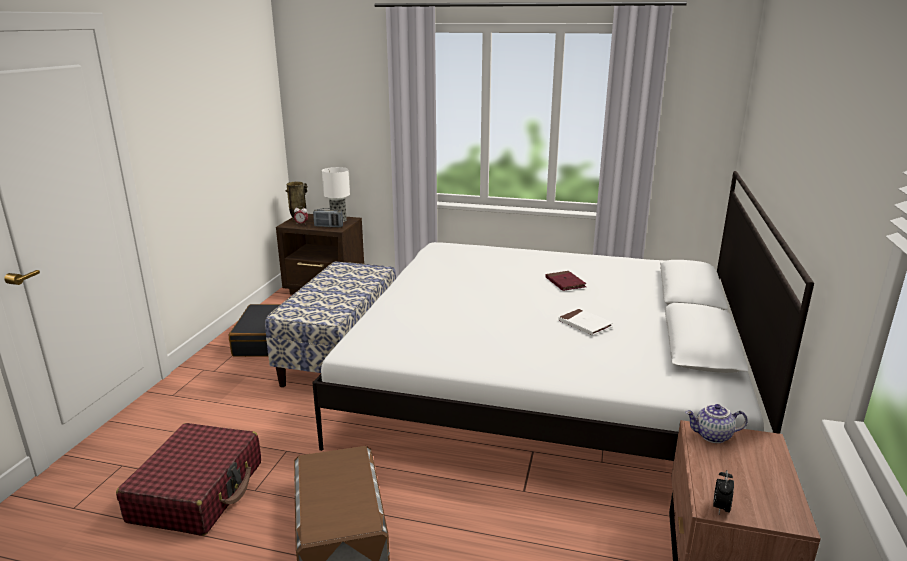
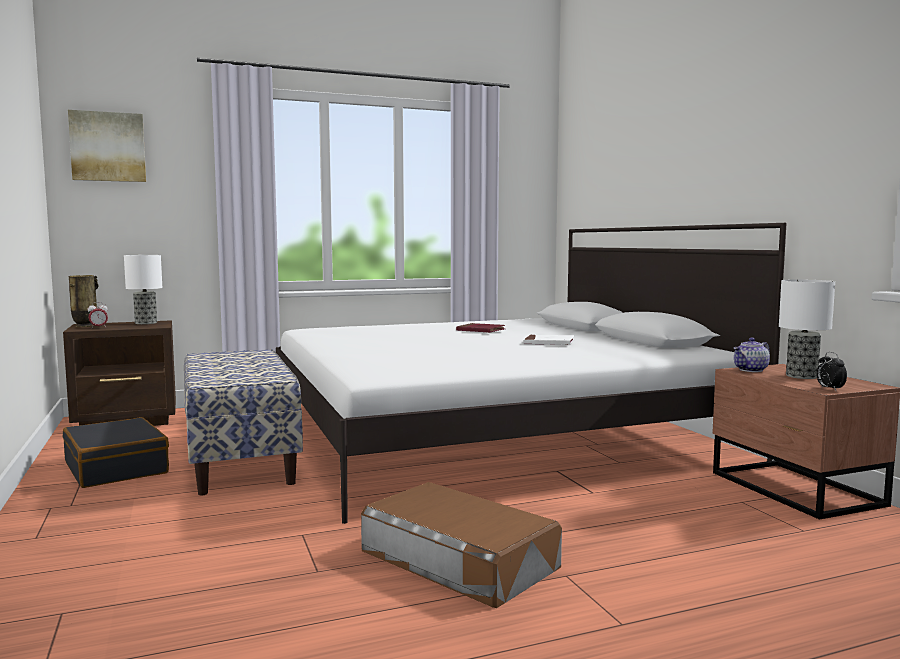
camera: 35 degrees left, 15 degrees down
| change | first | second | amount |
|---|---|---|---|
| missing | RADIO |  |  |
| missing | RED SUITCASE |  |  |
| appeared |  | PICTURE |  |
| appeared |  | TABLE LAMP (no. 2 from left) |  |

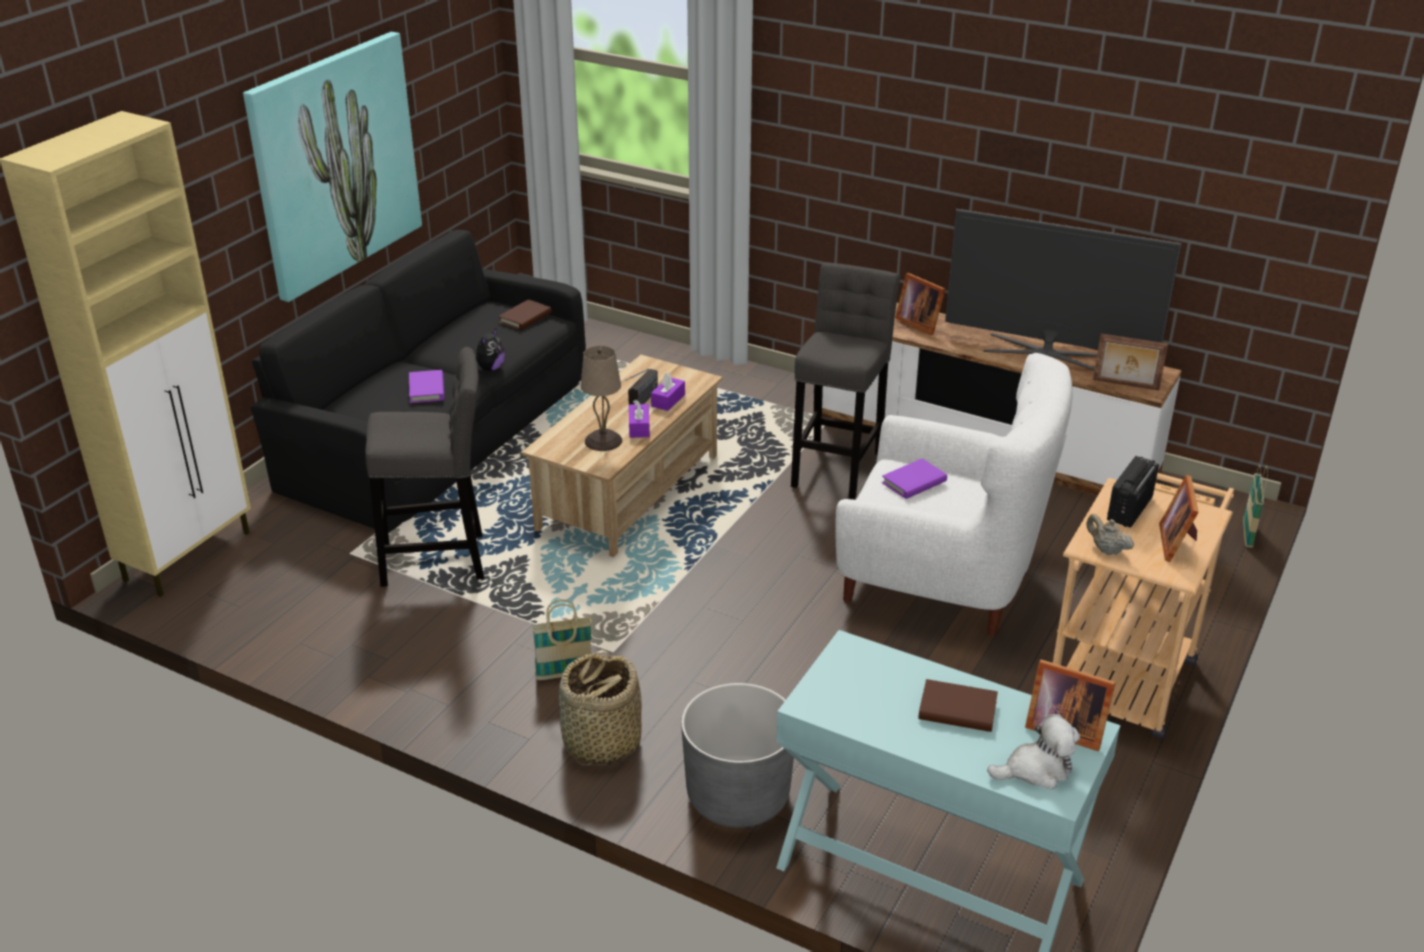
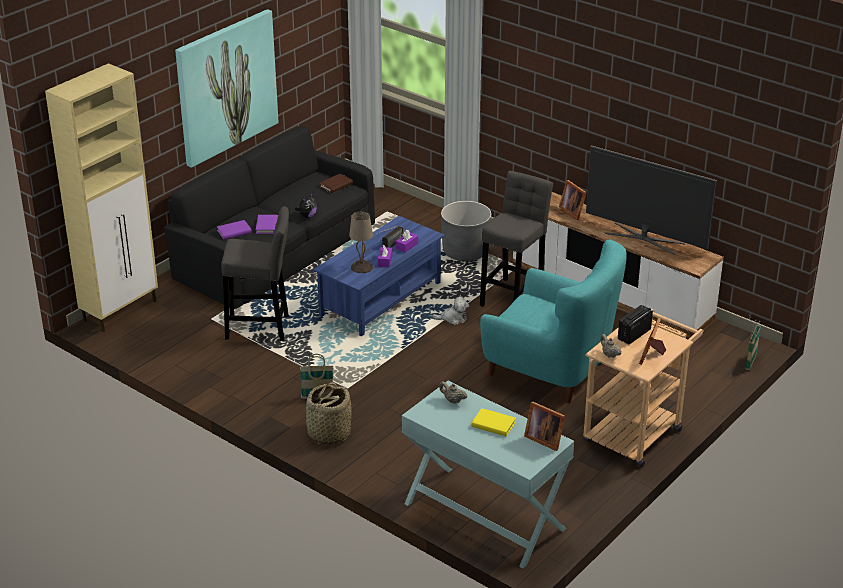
camera: 10 degrees right, 0 degrees up
| change | first | second | amount |
|---|---|---|---|
| missing | PICTURE FRAME (no. 3 from left) |  |  |
| colour | WHITE ARMCHAIR | TURQUOISE ARMCHAIR |  |
| colour | BEIGE COFFEE TABLE | BLUE COFFEE TABLE |  |
| relocated | PURPLE BOOK (no. 2 from left in the first image) | PURPLE BOOK (no. 1 from left) |  |
| colour | BROWN BOOK (no. 2 from left) | YELLOW BOOK |  |
| relocated | GREY PLANTER |  |  |
| relocated | PLUSH TOY (no. 2 from left) |  |  |
| appeared |  | BEIGE TEAPOT (no. 1 from left) |  |

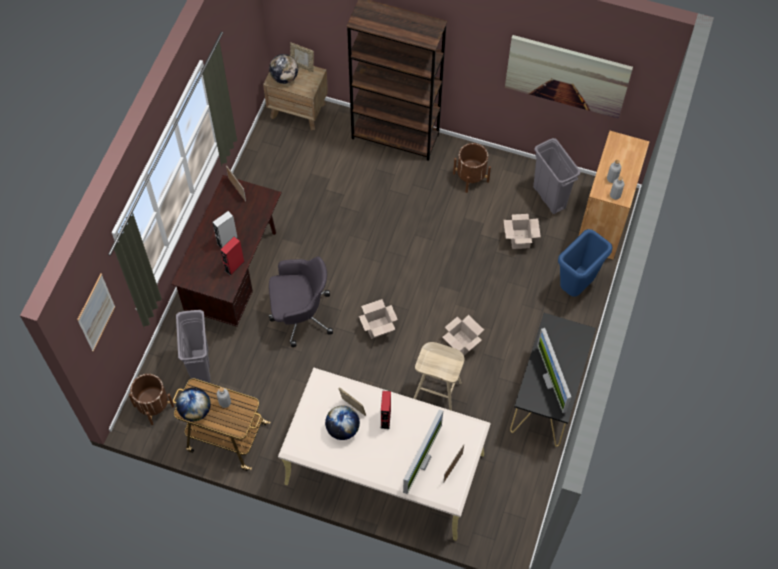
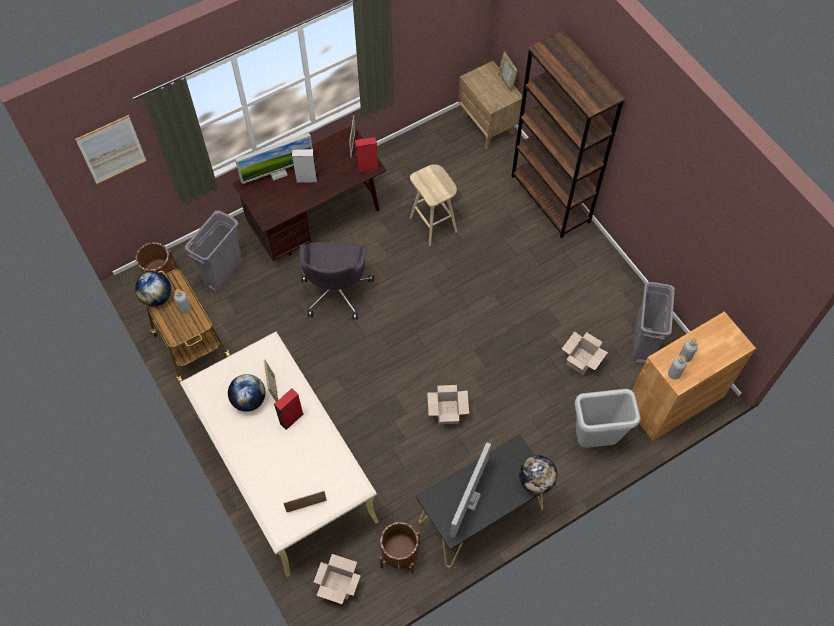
camera: 40 degrees right, 0 degrees up
| change | first | second | amount |
|---|---|---|---|
| missing | PICTURE (no. 2 from left) |  |  |
| relocated | GLOBE (no. 2 from left in the first image) | GLOBE (no. 3 from left) |  |
| relocated | BROWN PLANTER (no. 2 from left) |  |  |
| colour | BLUE TRASH CAN | GREY TRASH CAN (no. 2 from left) |  |
| relocated | RED SPEAKER (no. 1 from left in the first image) | RED SPEAKER (no. 2 from left) |  |
| spun | GREY OFFICE CHAIR |  | 60 degrees clockwise |
| relocated | CARDBOARD BOX (no. 1 from left) |  |  |
| relocated | BEIGE STOOL |  |  |
| relocated | MONITOR (no. 1 from left) |  |  |

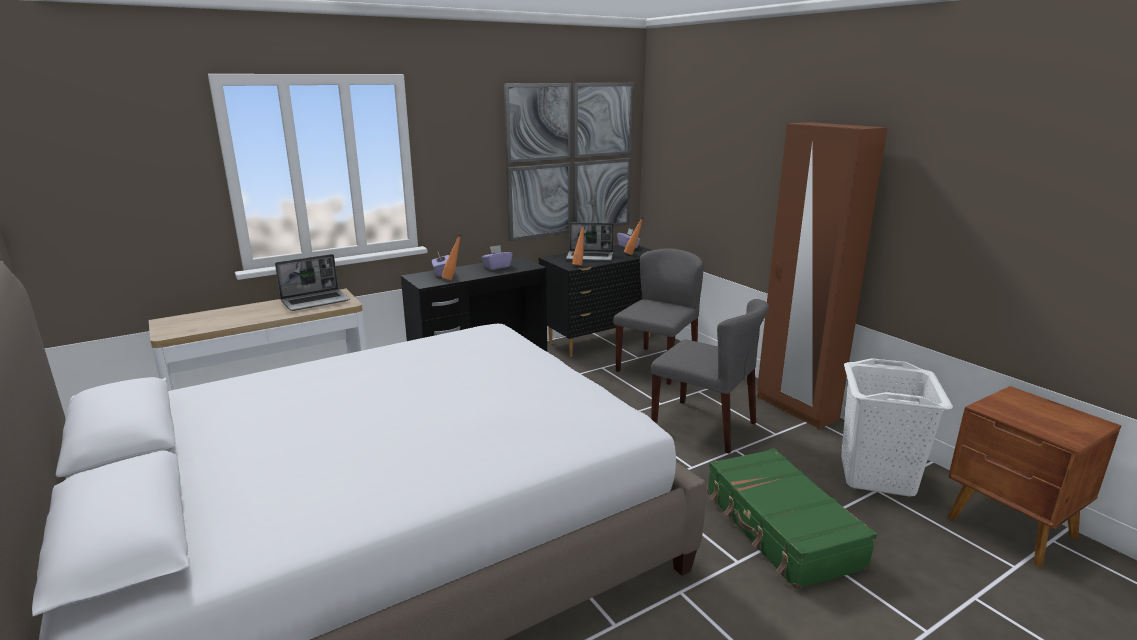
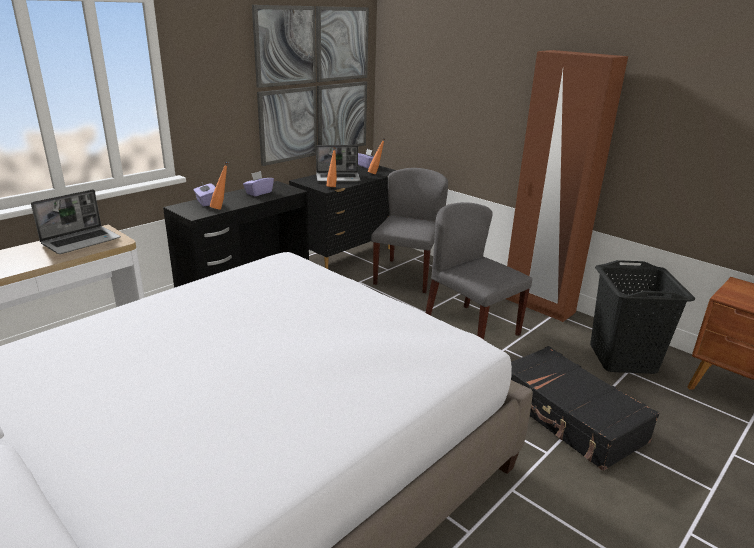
camera: 15 degrees left, 5 degrees up
| change | first | second | amount |
|---|---|---|---|
| spun | GREY CHAIR (no. 2 from left) |  | 150 degrees counterclockwise |
| colour | WHITE LAUNDRY BASKET | BLACK LAUNDRY BASKET |  |
| colour | GREEN SUITCASE | BLACK SUITCASE |  |

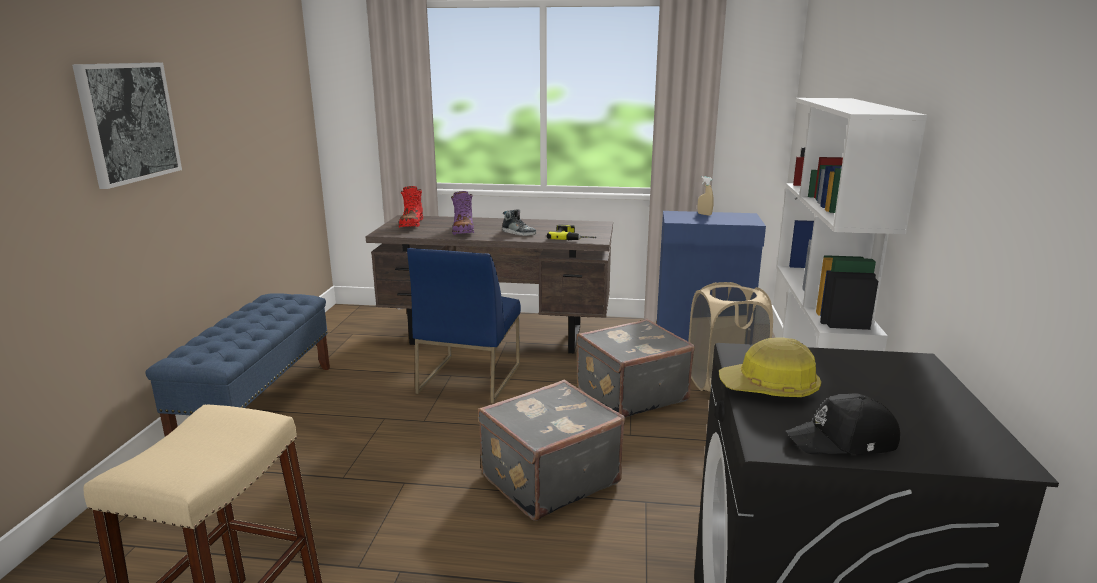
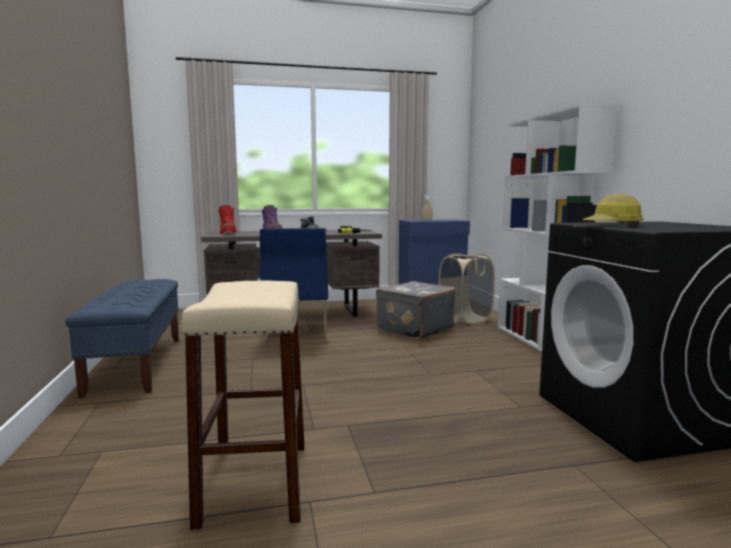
camera: 20 degrees left, 10 degrees down
| change | first | second | amount |
|---|---|---|---|
| missing | PICTURE |  |  |
| missing | GREY SUITCASE (no. 1 from left) |  |  |
| missing | BLACK CAP |  |  |

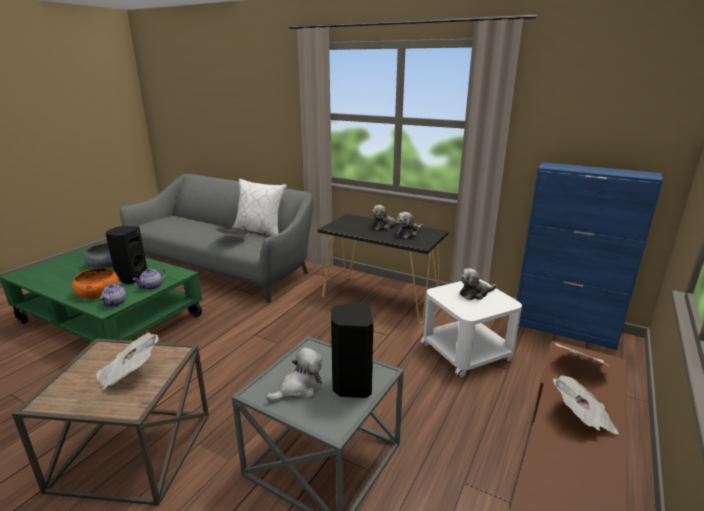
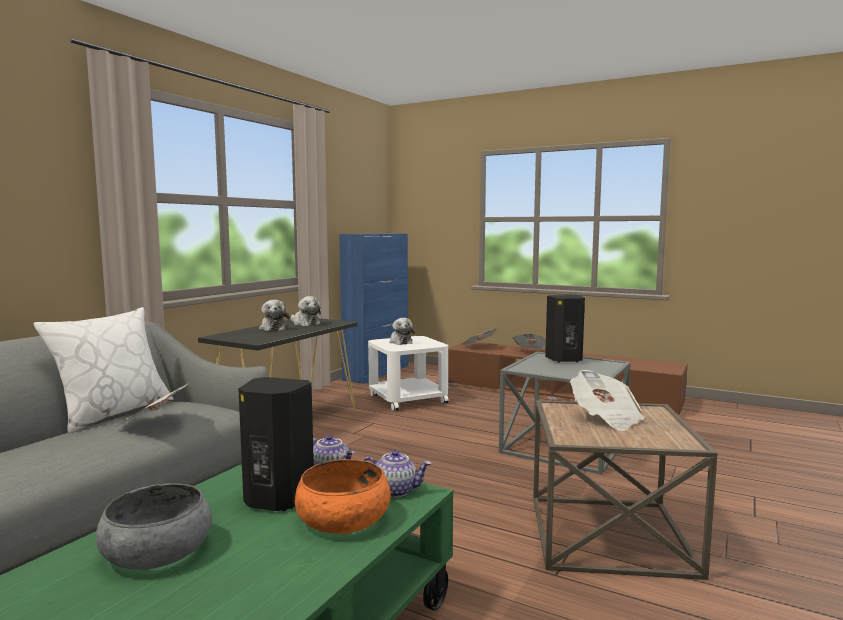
camera: 90 degrees left, 15 degrees down
| change | first | second | amount |
|---|---|---|---|
| missing | PLUSH TOY (no. 1 from left) |  |  |

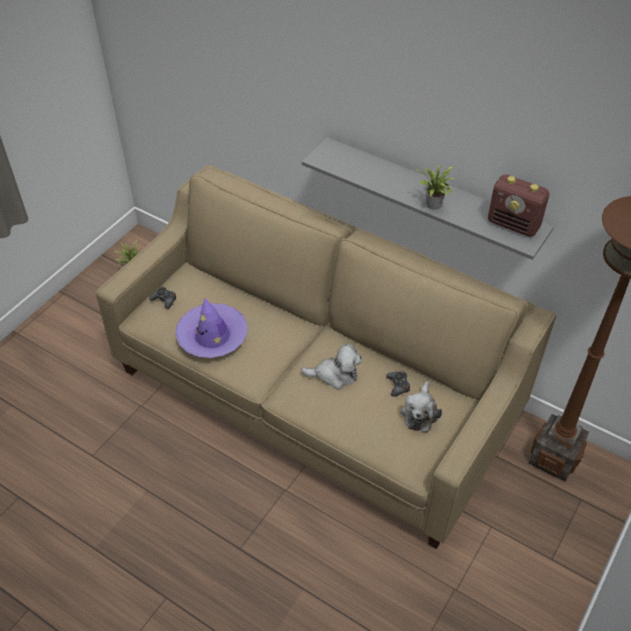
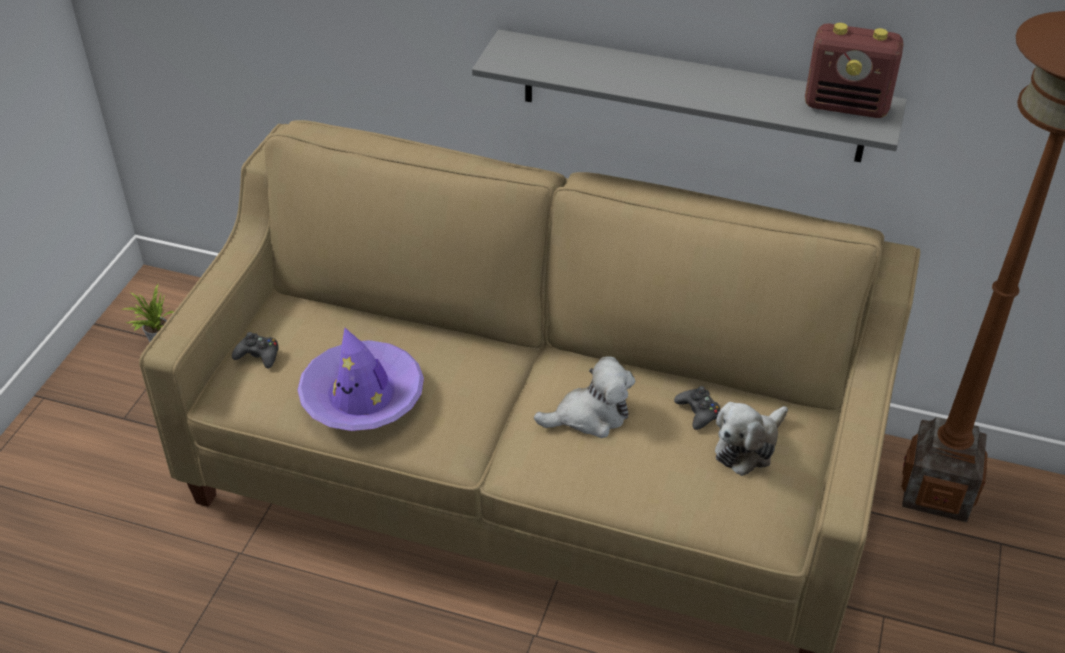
camera: 15 degrees left, 5 degrees down
| change | first | second | amount |
|---|---|---|---|
| missing | POTTED PLANT (no. 2 from left) |  |  |
| spun | PLUSH TOY (no. 2 from left) |  | 45 degrees clockwise |

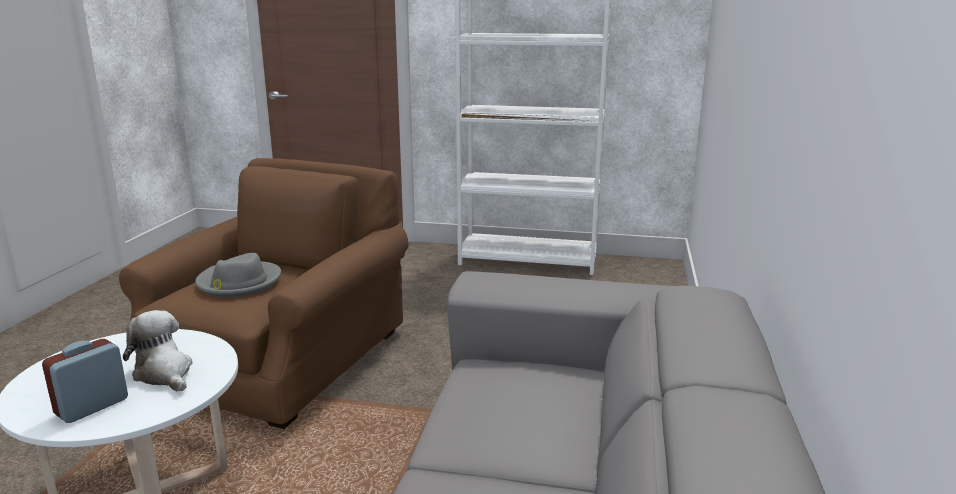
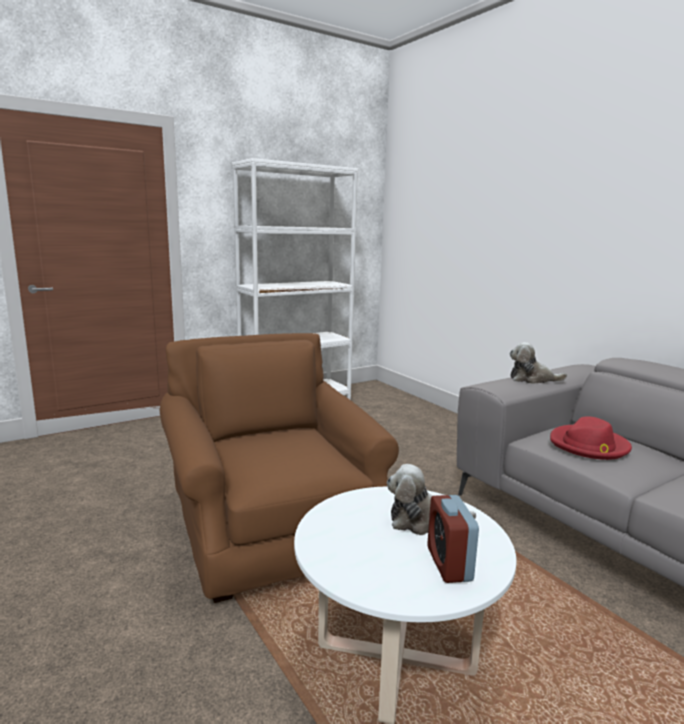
camera: 45 degrees left, 5 degrees down
| change | first | second | amount |
|---|---|---|---|
| missing | GREY HAT |  |  |
| appeared |  | PLUSH TOY (no. 2 from left) |  |
| appeared |  | RED HAT |  |

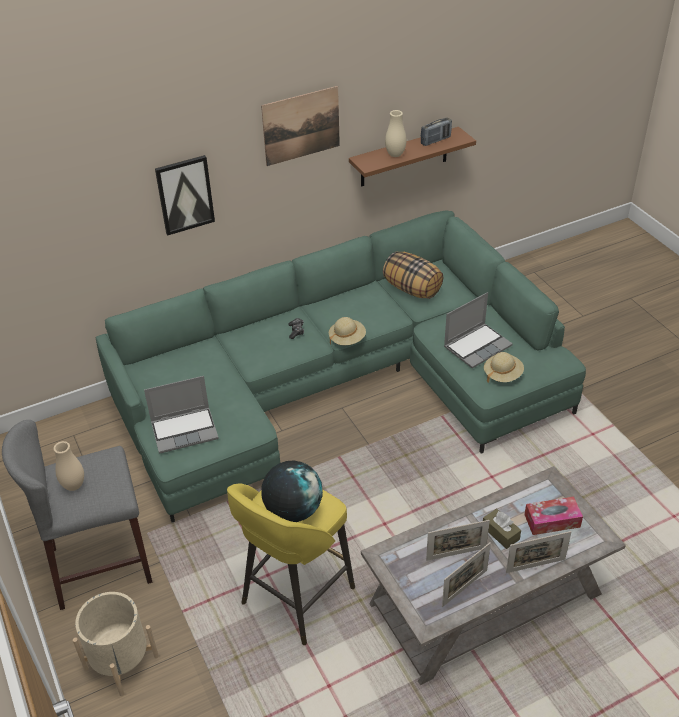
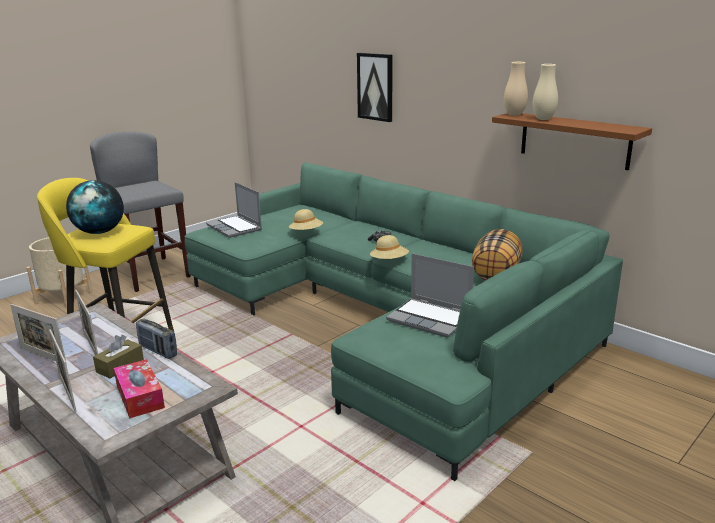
camera: 70 degrees right, 20 degrees down
| change | first | second | amount |
|---|---|---|---|
| missing | PICTURE (no. 2 from left) |  |  |
| relocated | RADIO |  |  |
| relocated | BEIGE HAT (no. 2 from left in the first image) | BEIGE HAT (no. 1 from left) |  |
| relocated | BEIGE VASE (no. 1 from left) |  |  |

